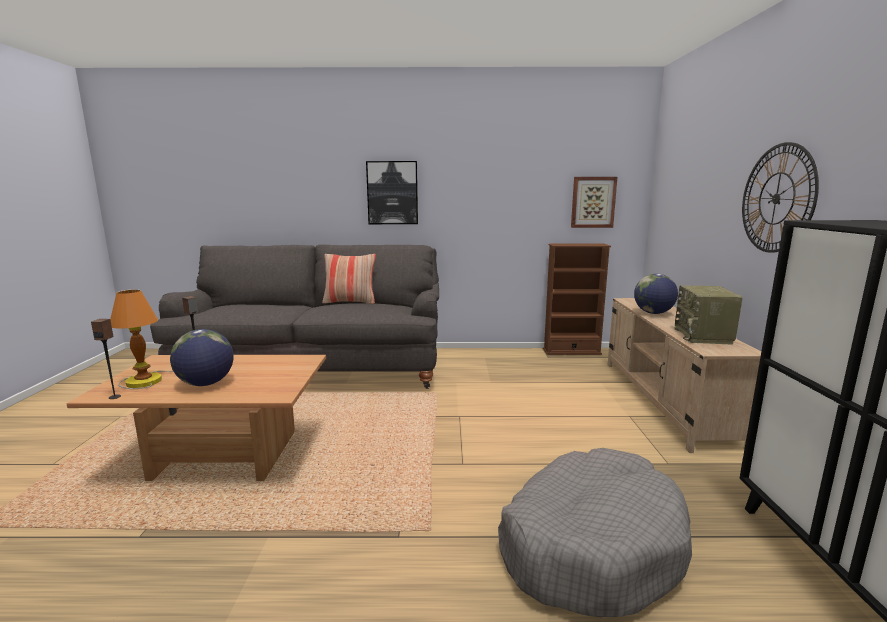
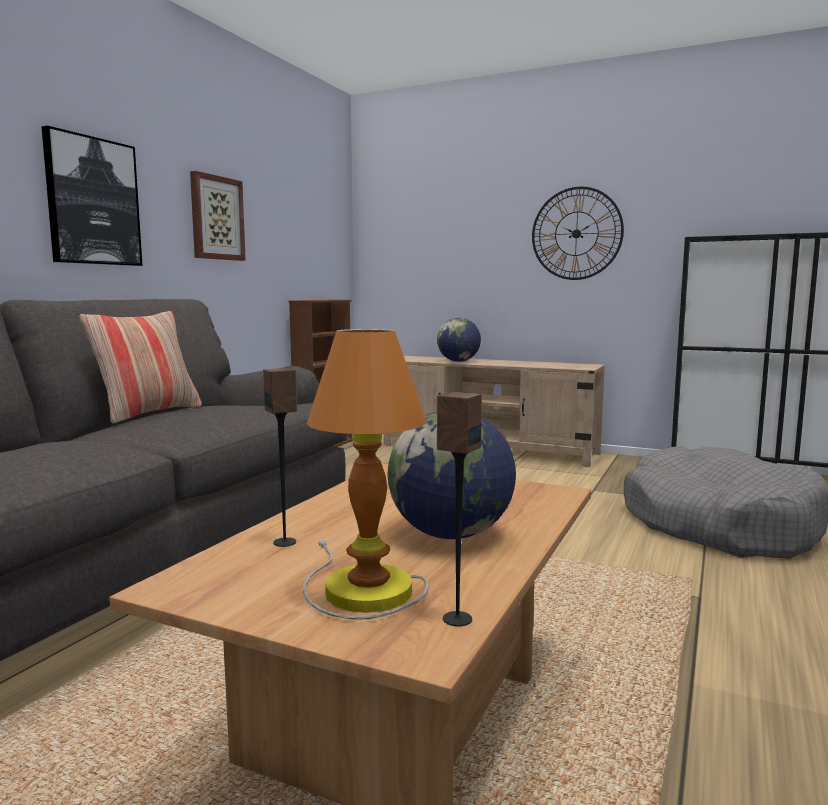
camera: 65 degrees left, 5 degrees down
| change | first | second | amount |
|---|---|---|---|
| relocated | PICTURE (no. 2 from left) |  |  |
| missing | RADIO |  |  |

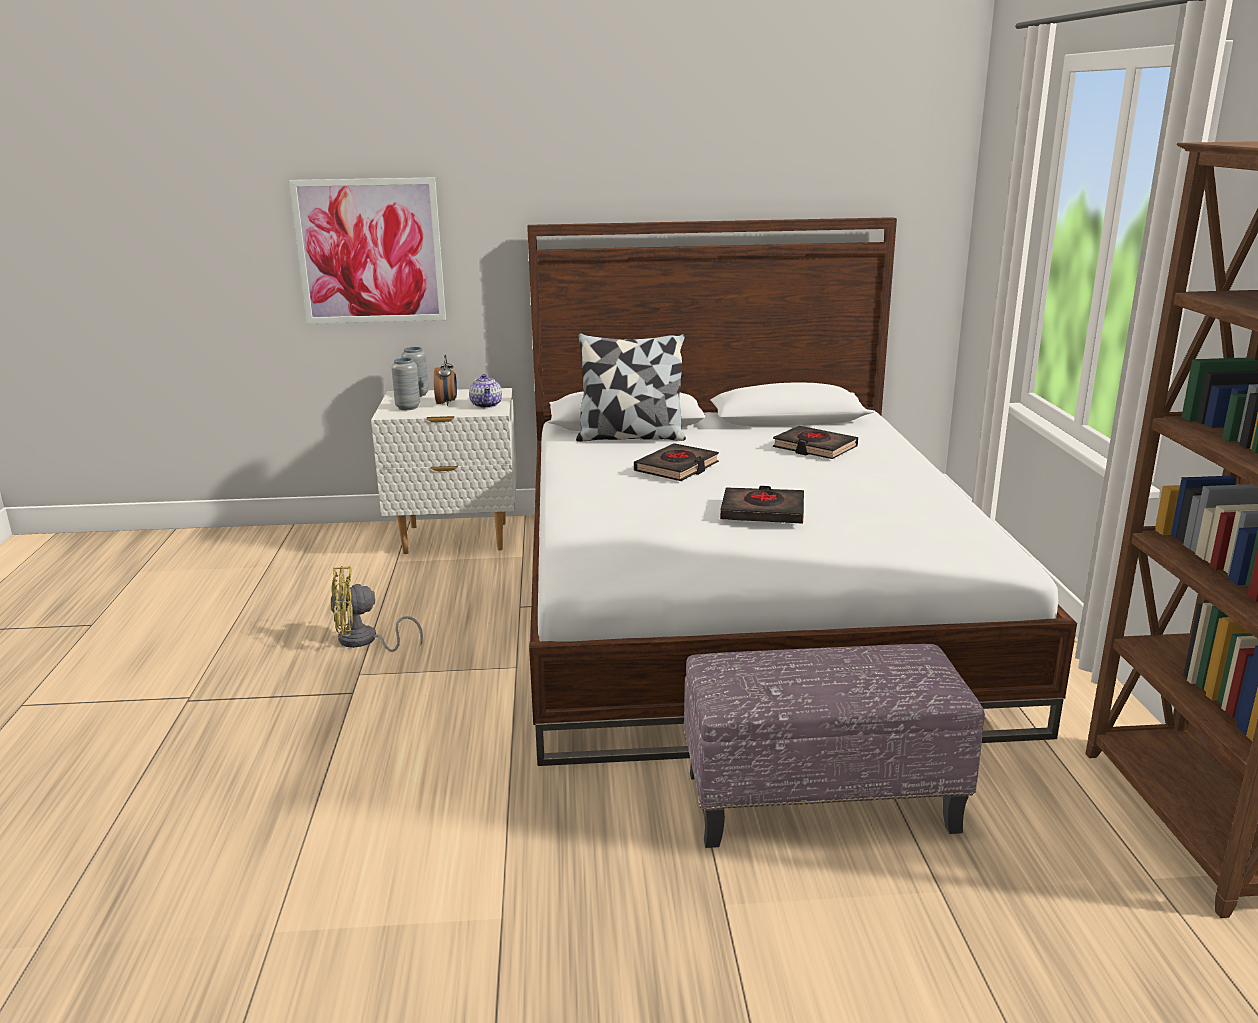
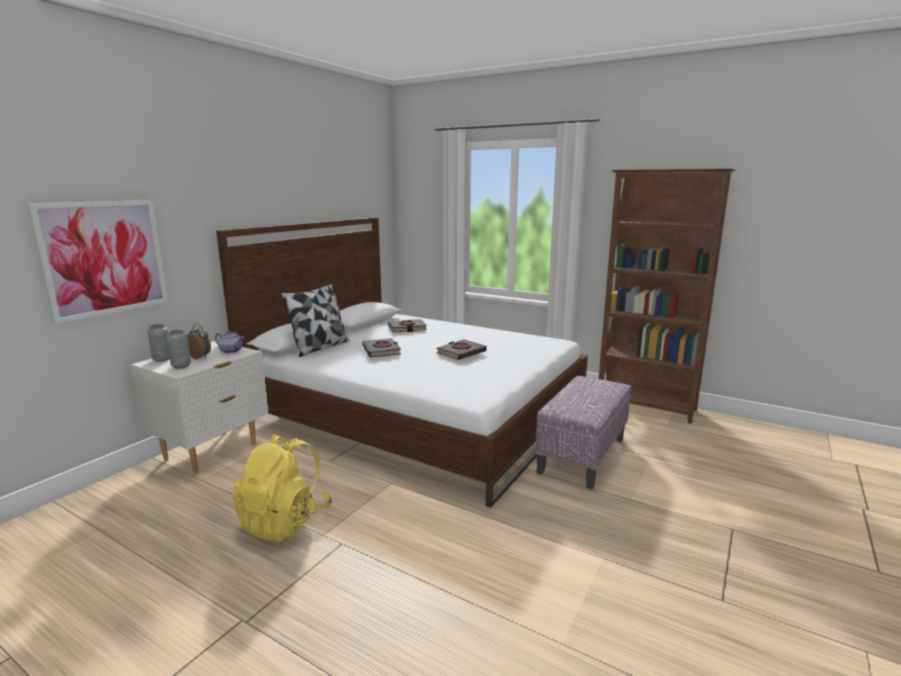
camera: 55 degrees left, 5 degrees down
| change | first | second | amount |
|---|---|---|---|
| exchanged | YELLOW FAN | YELLOW BACKPACK |  |

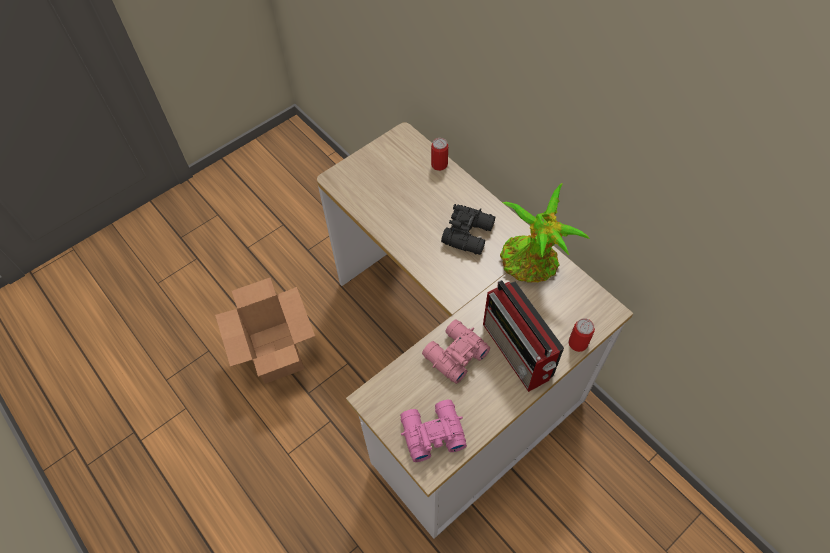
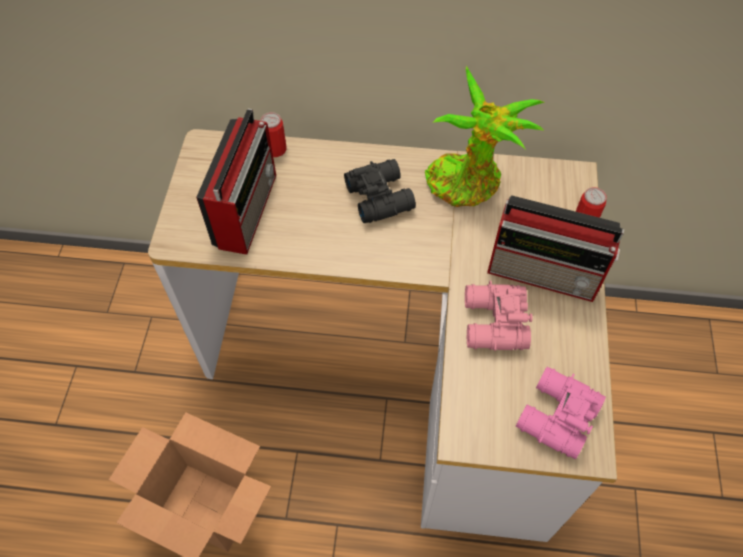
camera: 45 degrees left, 0 degrees up
| change | first | second | amount |
|---|---|---|---|
| appeared |  | RADIO (no. 1 from left) |  |

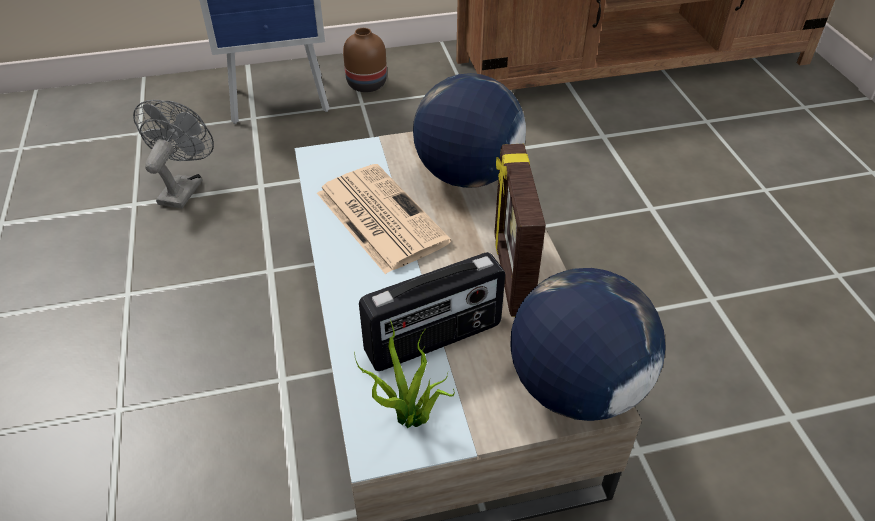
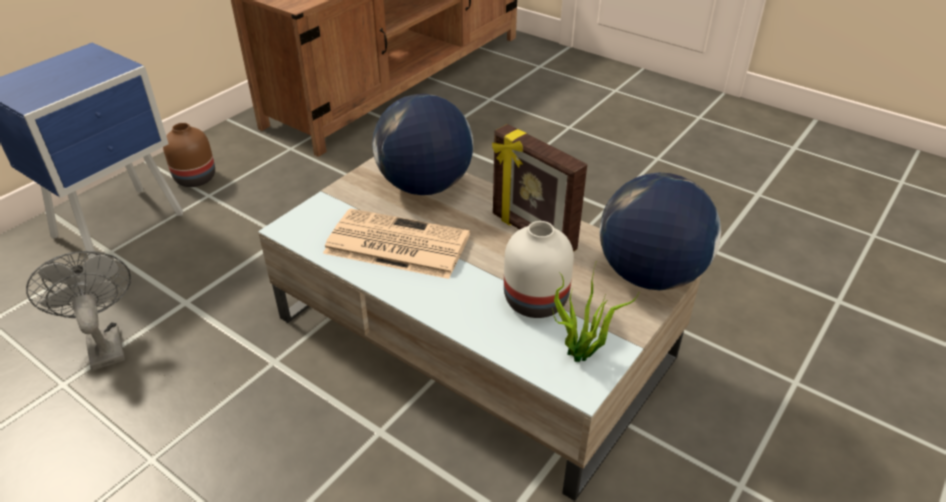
camera: 40 degrees left, 5 degrees down
| change | first | second | amount |
|---|---|---|---|
| exchanged | RADIO | WHITE VASE |  |

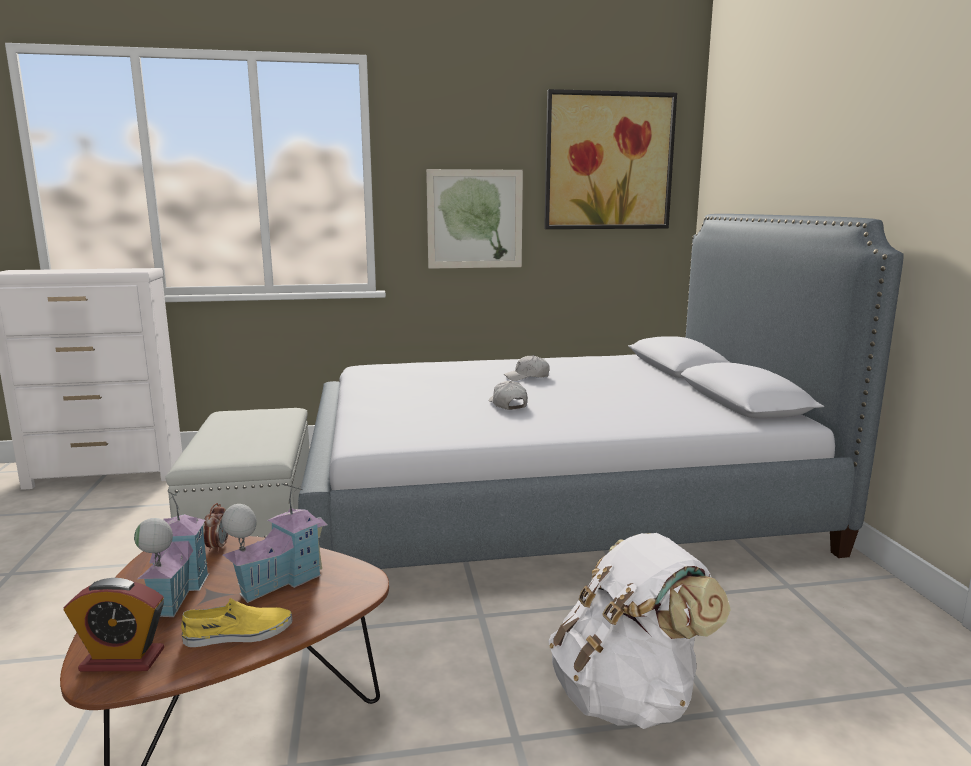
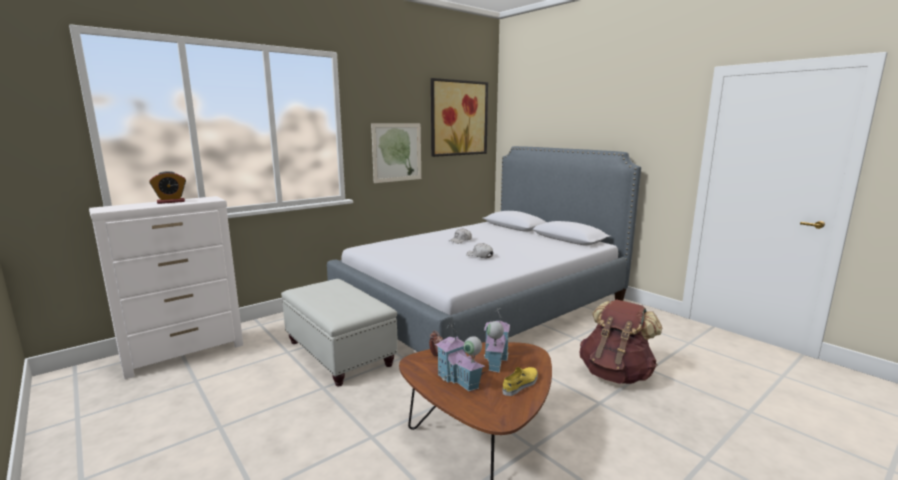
camera: 30 degrees left, 0 degrees up
| change | first | second | amount |
|---|---|---|---|
| colour | WHITE BACKPACK | BROWN BACKPACK |  |
| relocated | ALARM CLOCK (no. 1 from left) |  |  |

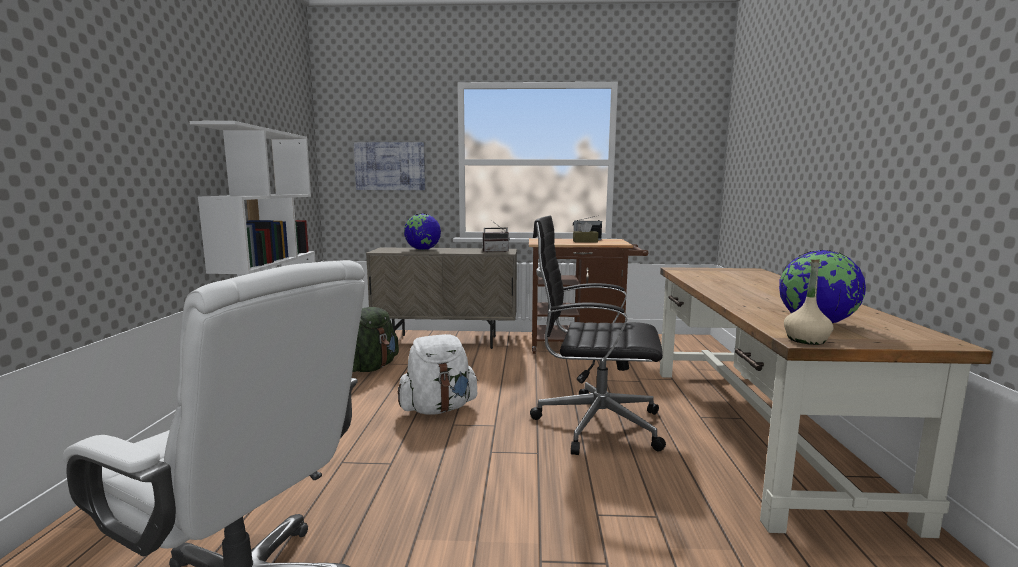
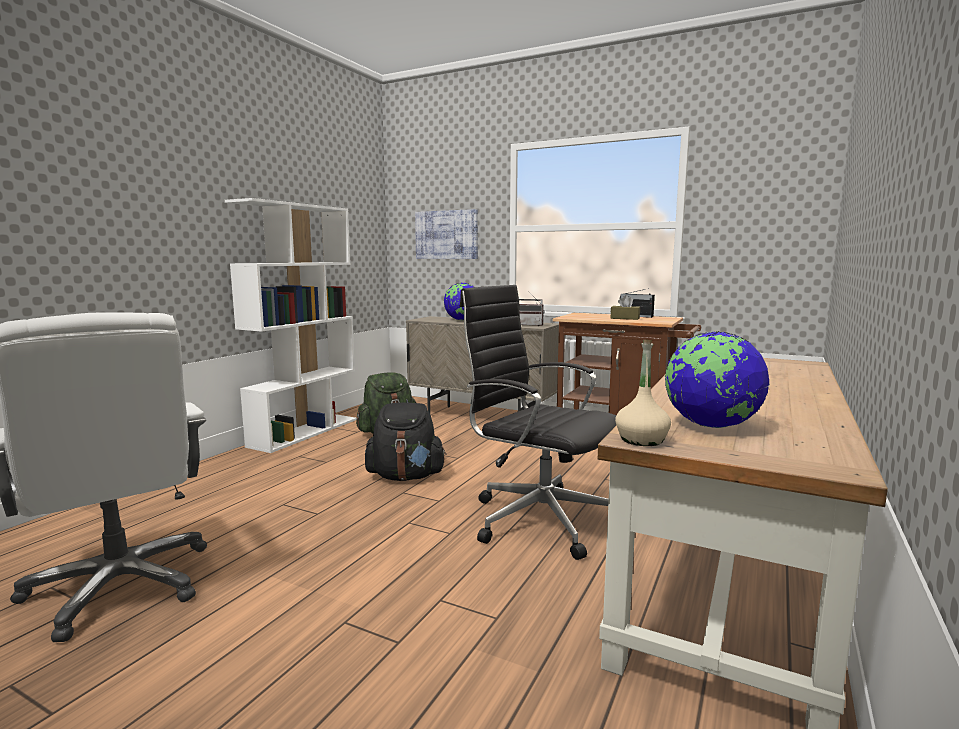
camera: 25 degrees right, 0 degrees up
| change | first | second | amount |
|---|---|---|---|
| colour | WHITE BACKPACK | BLACK BACKPACK |  |

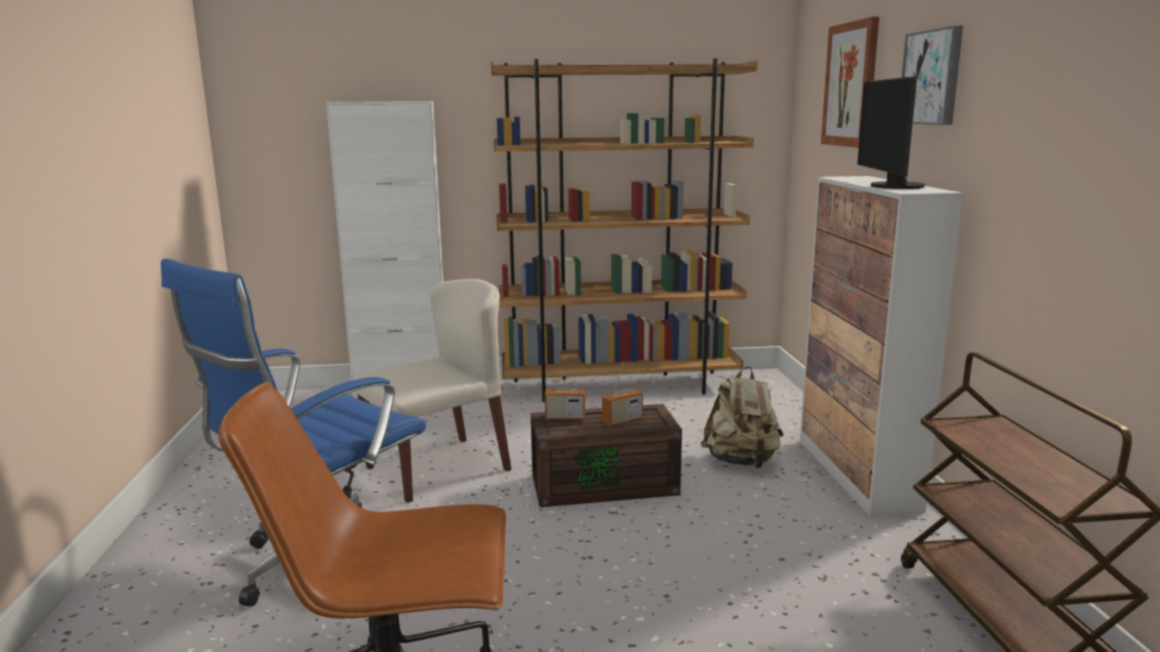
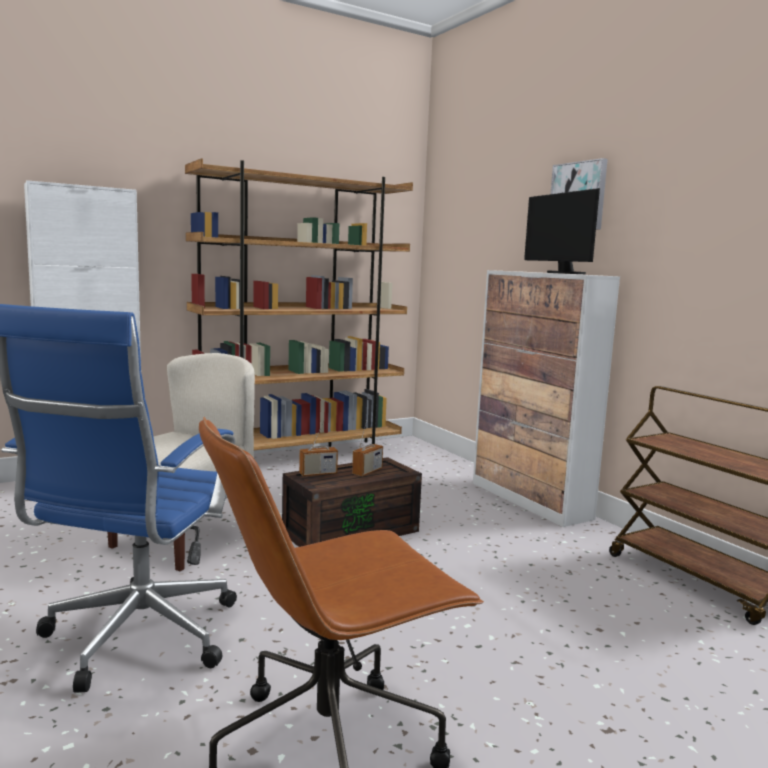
camera: 25 degrees left, 5 degrees down
| change | first | second | amount |
|---|---|---|---|
| missing | PICTURE (no. 1 from left) |  |  |
| missing | BEIGE BACKPACK |  |  |

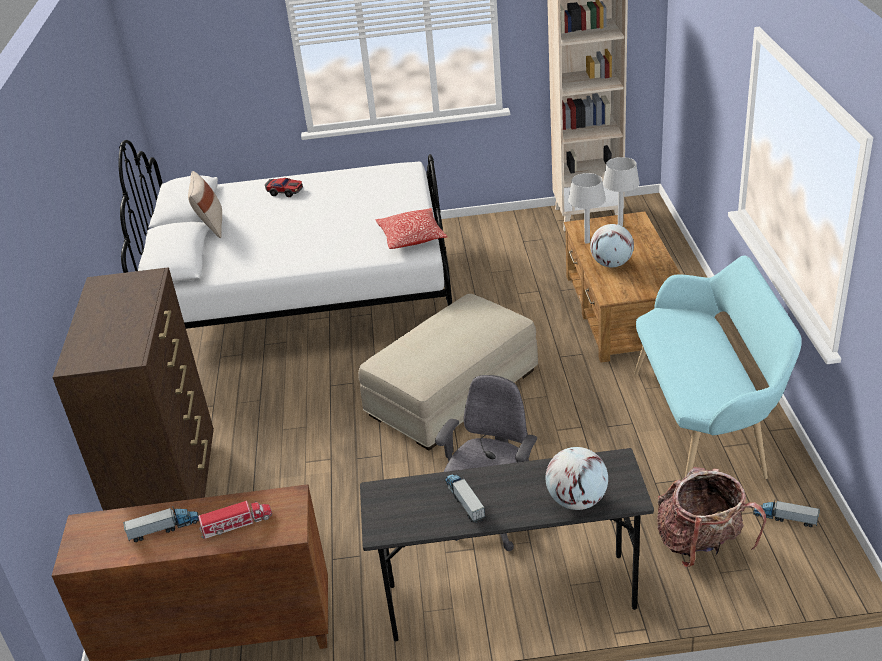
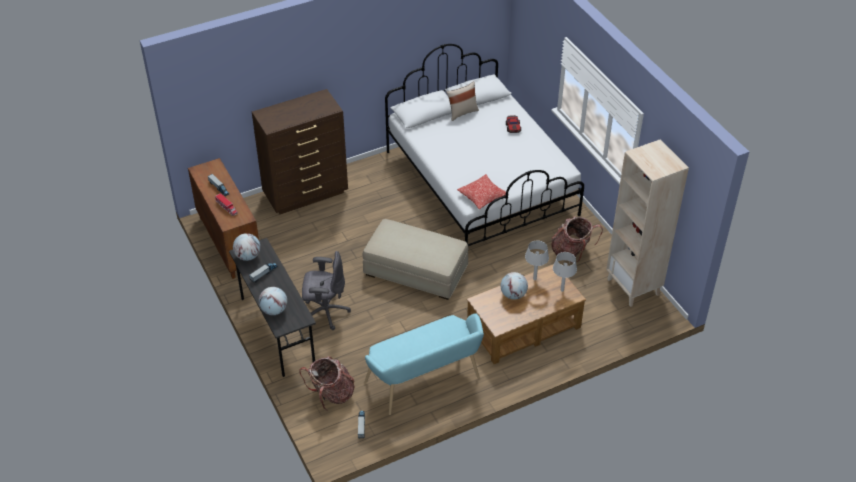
camera: 65 degrees right, 10 degrees up
| change | first | second | amount |
|---|---|---|---|
| appeared |  | BACKPACK (no. 2 from left) |  |
| appeared |  | GLOBE (no. 1 from left) |  |

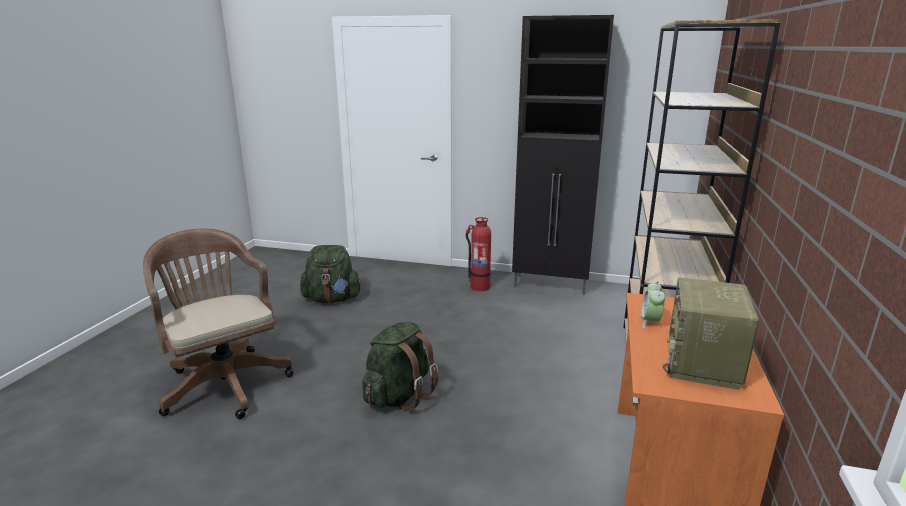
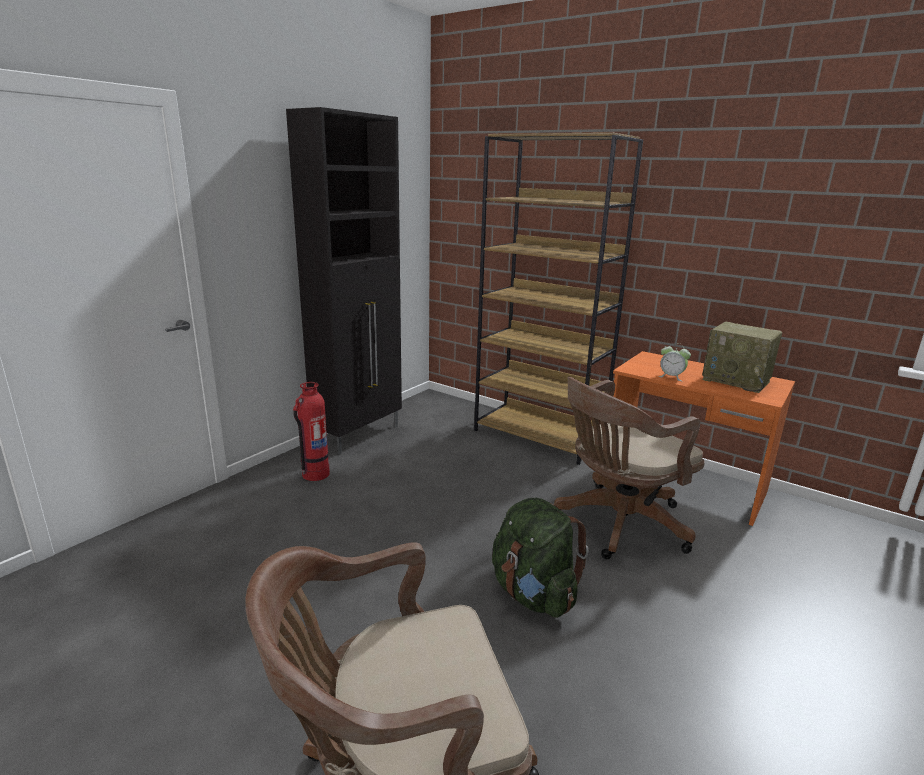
camera: 70 degrees left, 0 degrees up
| change | first | second | amount |
|---|---|---|---|
| missing | GREEN BACKPACK (no. 1 from left) |  |  |
| appeared |  | BROWN OFFICE CHAIR (no. 2 from left) |  |

